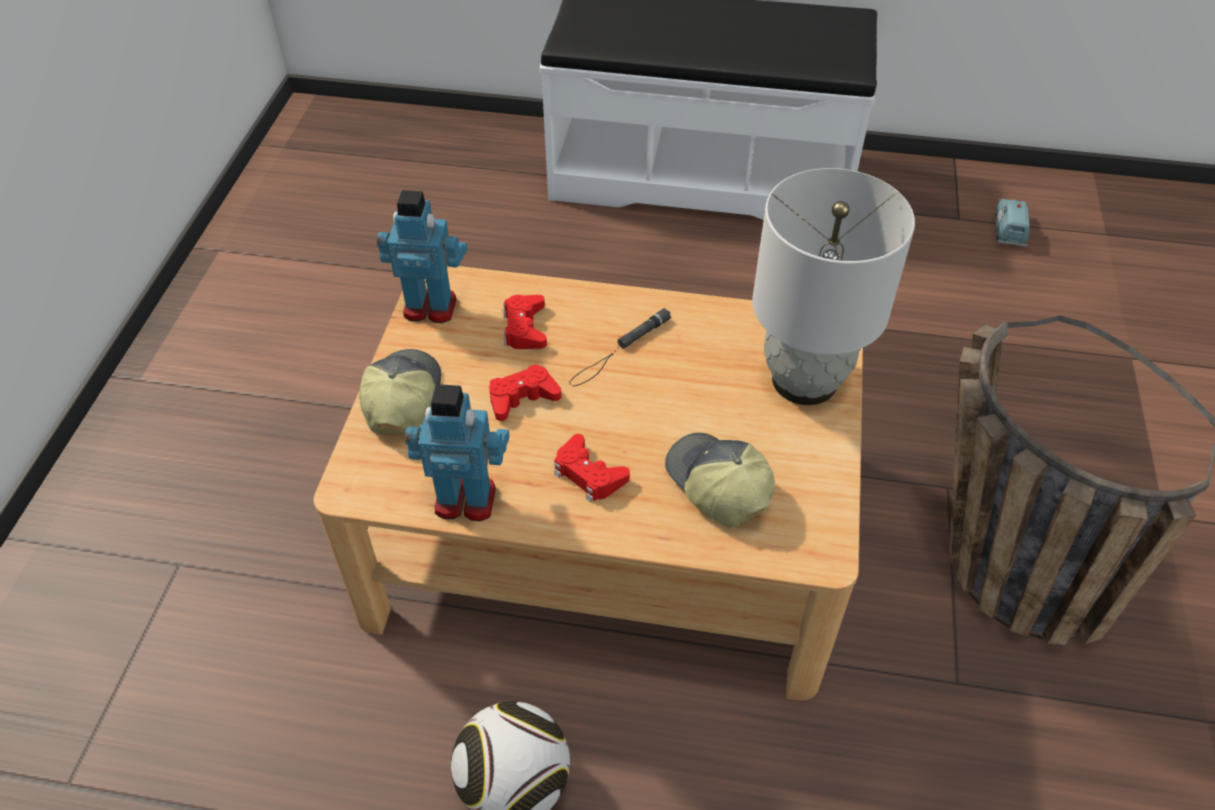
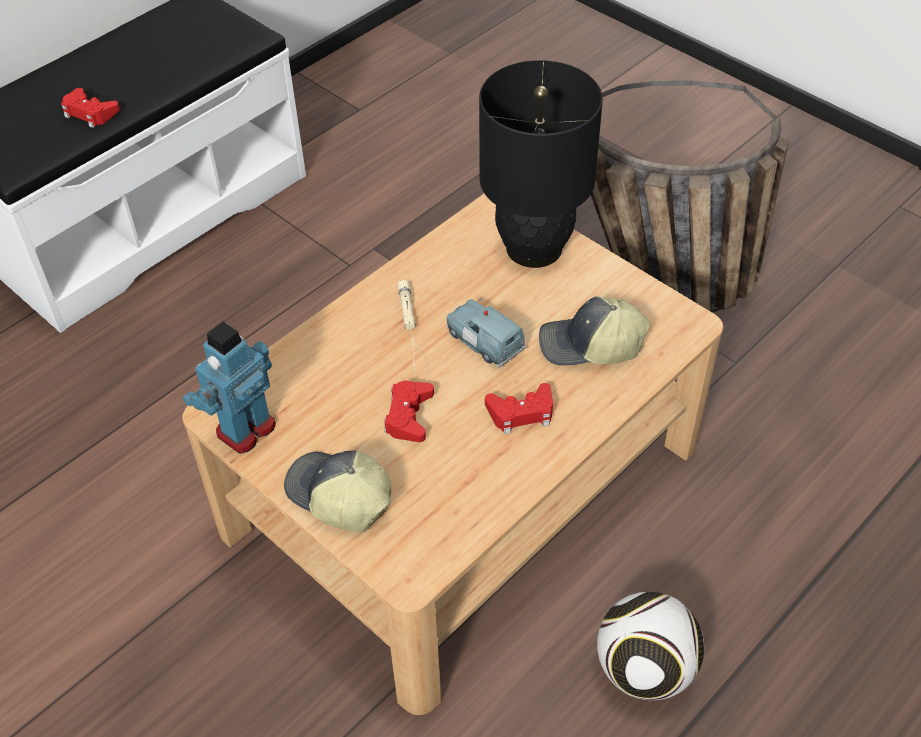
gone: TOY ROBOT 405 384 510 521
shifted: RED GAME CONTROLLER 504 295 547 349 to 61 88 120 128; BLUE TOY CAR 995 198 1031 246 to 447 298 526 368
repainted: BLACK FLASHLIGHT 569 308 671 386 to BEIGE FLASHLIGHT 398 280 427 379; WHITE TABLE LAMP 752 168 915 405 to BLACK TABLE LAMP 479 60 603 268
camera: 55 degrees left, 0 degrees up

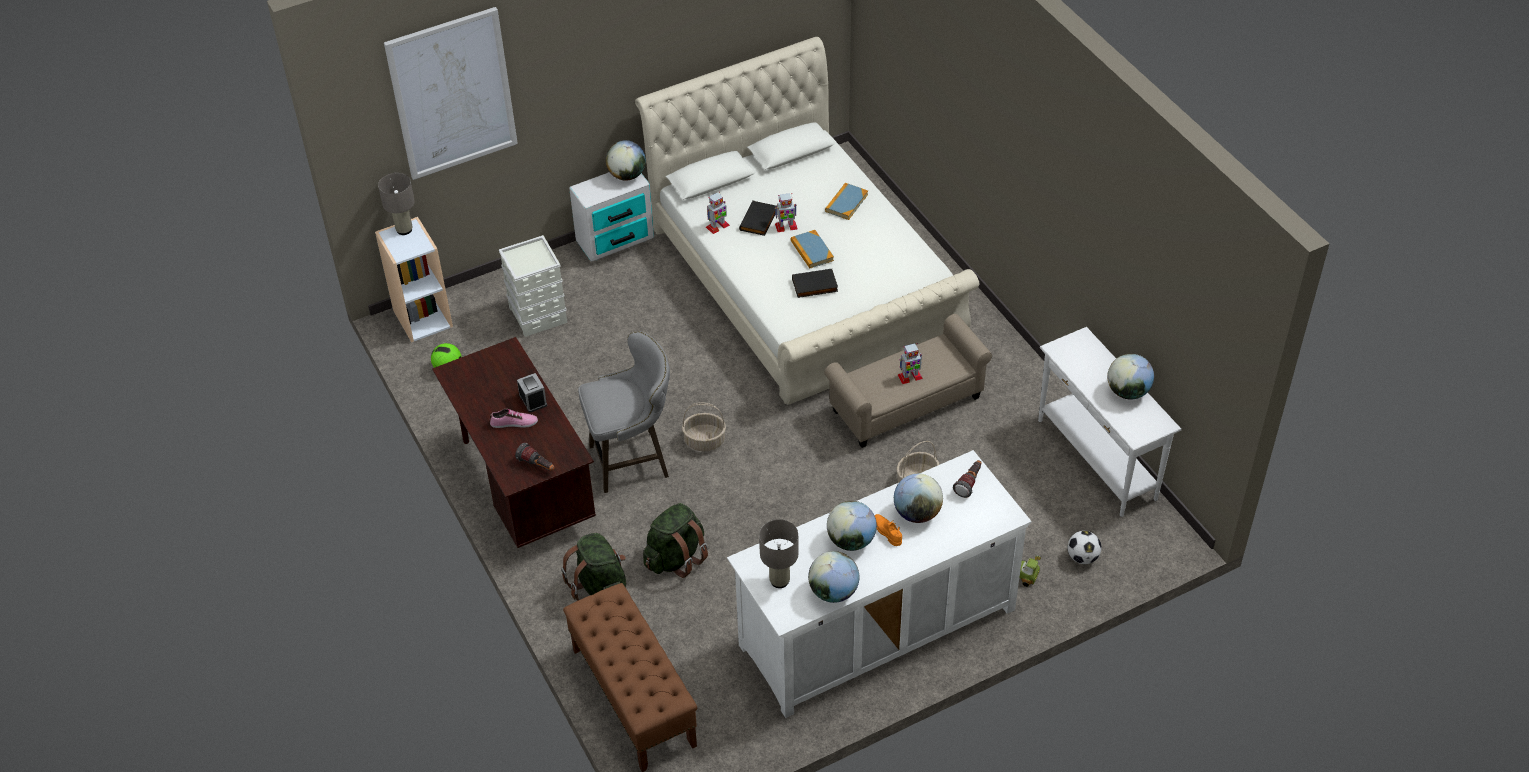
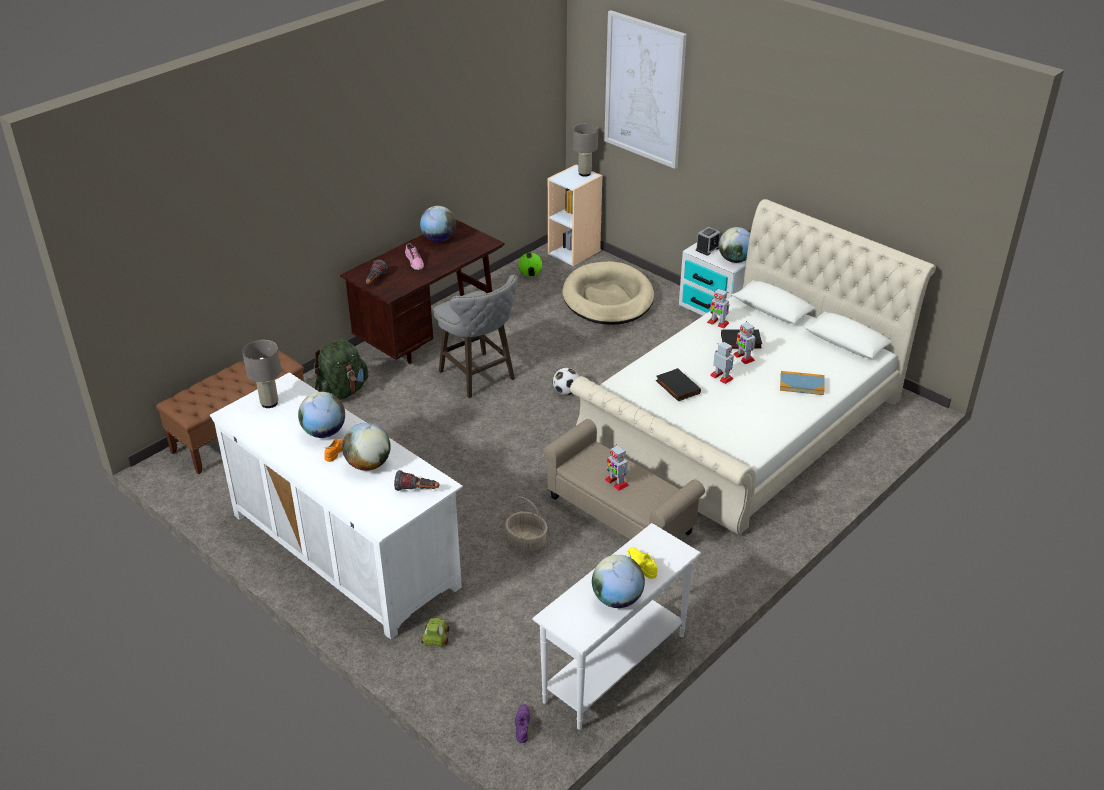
gone: GREEN BACKPACK 643 503 708 578; BASKET 682 402 726 451
new: PURPLE SHOE 515 704 530 743; YELLOW SHOE 628 547 657 579
shifted: ALARM CLOCK 517 373 547 413 to 696 227 721 256; GLOBE 808 551 860 603 to 420 206 456 242; FOOTBALL 1067 531 1102 564 to 553 368 579 395
swapped: GREY STORAGE BOX 499 235 567 337 to BEIGE DOG BED 562 261 654 325; BOOK 791 230 834 268 to TOY ROBOT 710 342 734 384
camera: 70 degrees right, 10 degrees down

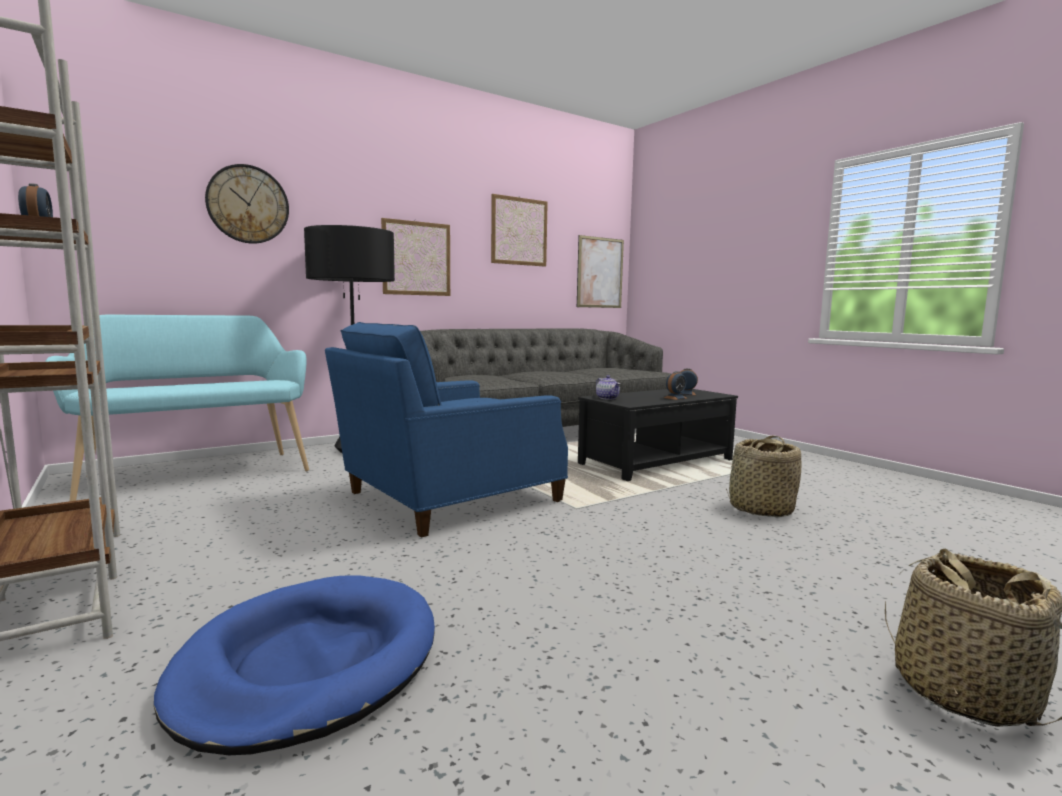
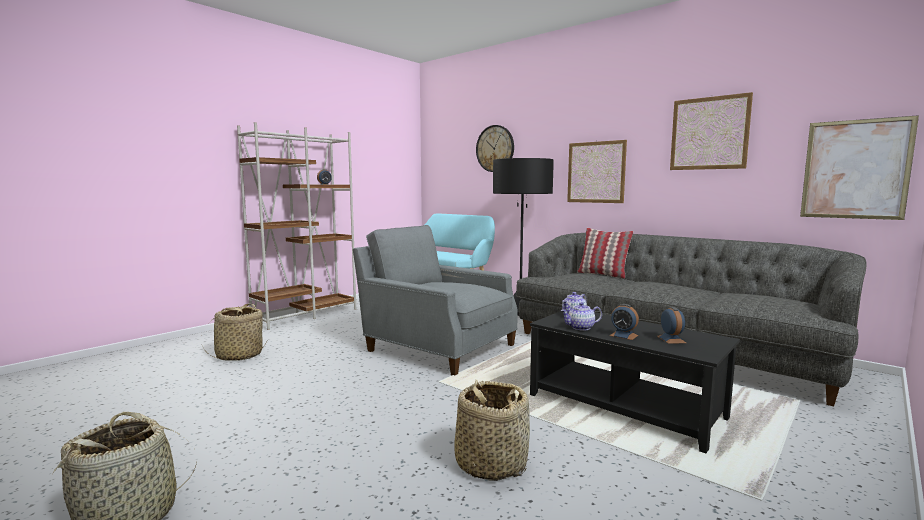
new: TEAPOT 561 302 602 330; PILLOW 577 228 633 279
swapped: BLUE DOG BED 154 575 435 755 to BASKET 204 304 267 361
repainted: BLUE ARMCHAIR 325 322 568 537 to GREY ARMCHAIR 353 225 518 375
camera: 75 degrees right, 0 degrees up

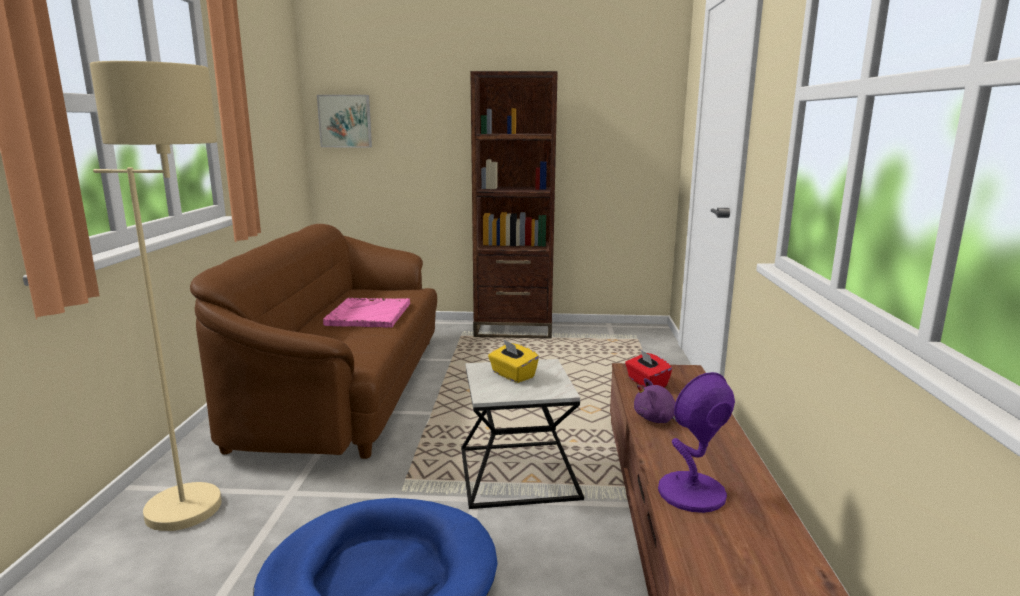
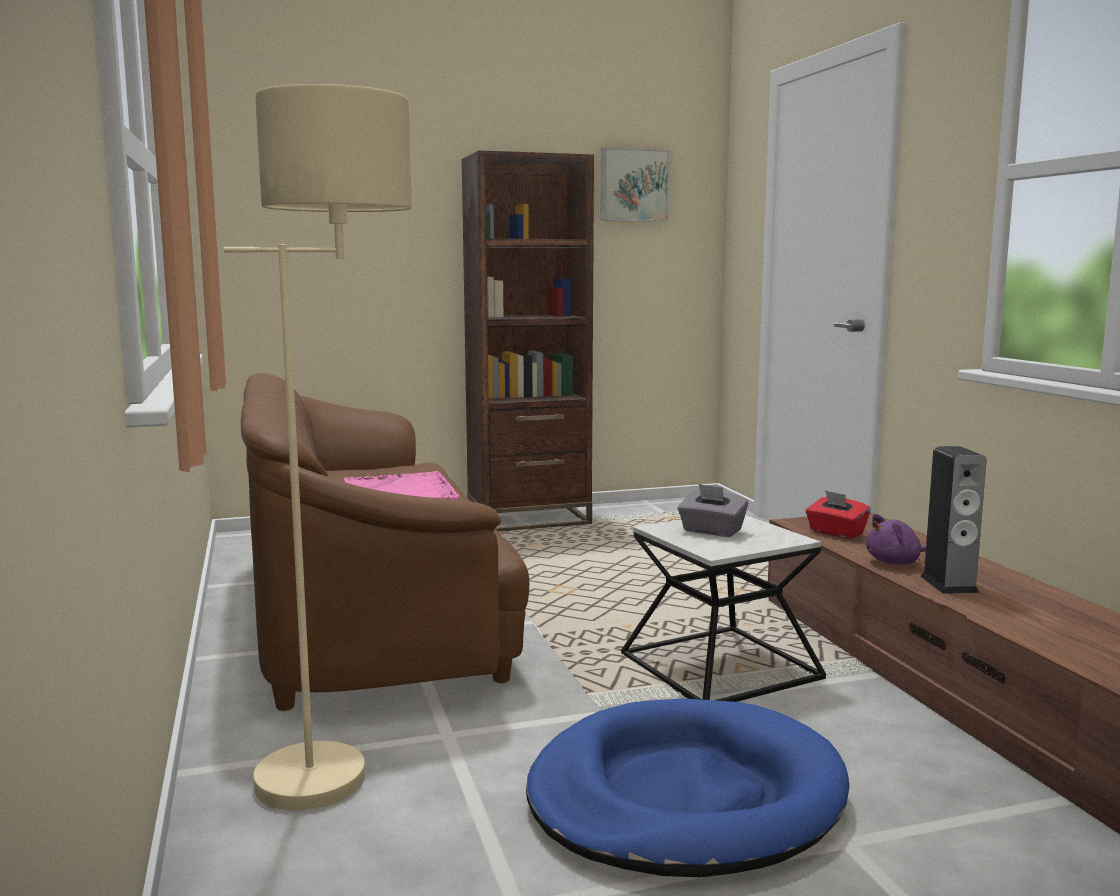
gone: PURPLE TABLE LAMP 658 372 735 513
new: SPEAKER 920 446 987 594
shifted: PICTURE 317 95 372 148 to 600 148 670 222
repainted: YELLOW TISSUE BOX 488 339 539 383 to GREY TISSUE BOX 678 484 748 537
camera: 20 degrees left, 5 degrees down

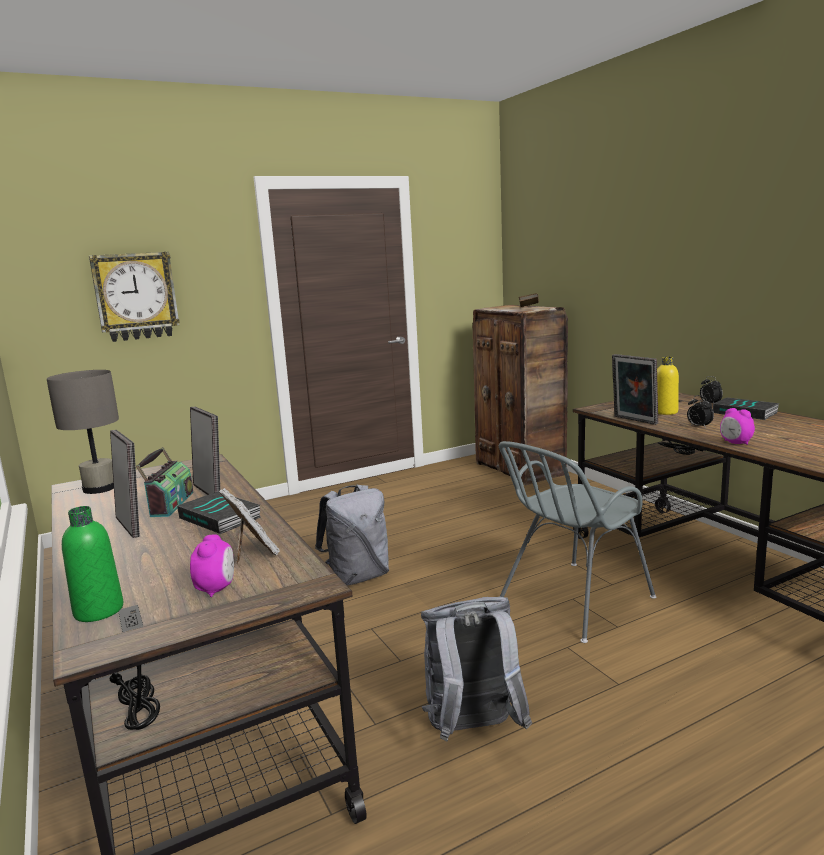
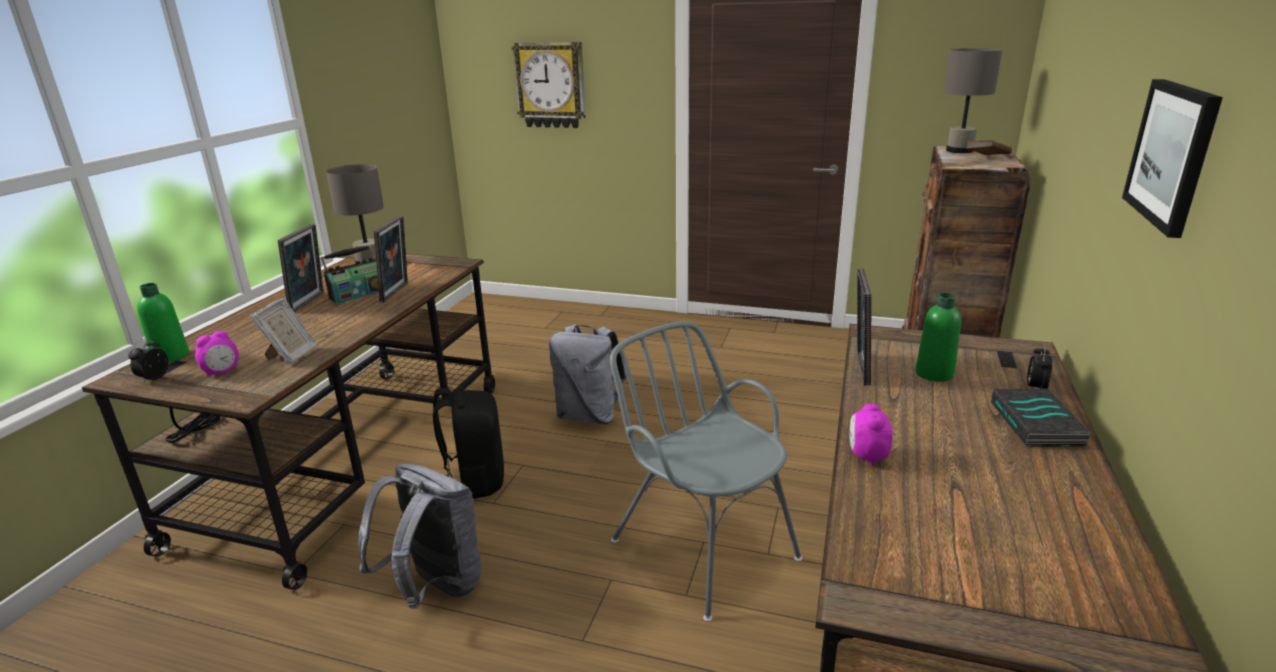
gone: BOOK 177 491 261 534
new: BLACK BACKPACK 433 388 504 499; GREY TABLE LAMP 944 48 1002 153; PICTURE 1122 79 1223 238
shifted: ALARM CLOCK 687 395 714 428 to 128 338 168 384
repainted: YELLOW BOTTLE 657 357 679 415 to GREEN BOTTLE 916 293 961 382
rotated: GREY CHAIR 499 441 657 643 = 610 321 802 621 45 degrees clockwise
camera: 45 degrees right, 10 degrees up

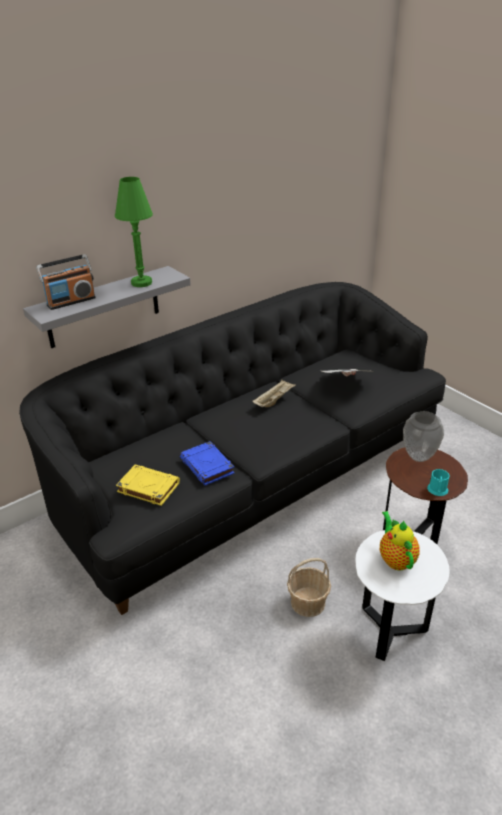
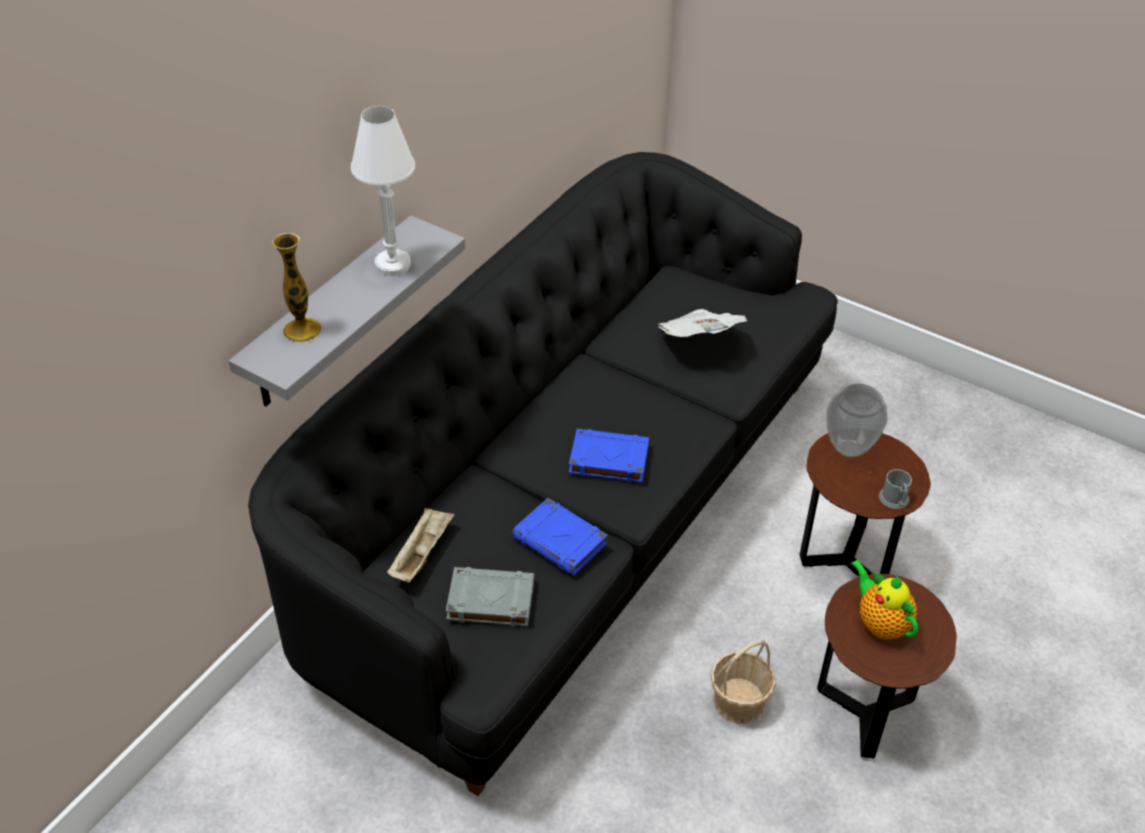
new: BLUE BOOK 569 429 649 482
shifted: BEIGE TRAY 252 379 296 407 to 387 508 454 583
swapped: RADIO 36 254 96 310 to VASE 272 233 322 342
repainted: GREEN TABLE LAMP 115 177 153 287 to WHITE TABLE LAMP 351 106 415 276; YELLOW BOOK 116 464 180 506 to GREY BOOK 446 567 534 626; WHITE SIDE TABLE 355 530 450 661 to BROWN SIDE TABLE 817 574 957 758; TURQUOISE MUG 427 469 449 496 to GREY MUG 879 469 912 509
camera: 20 degrees left, 10 degrees up

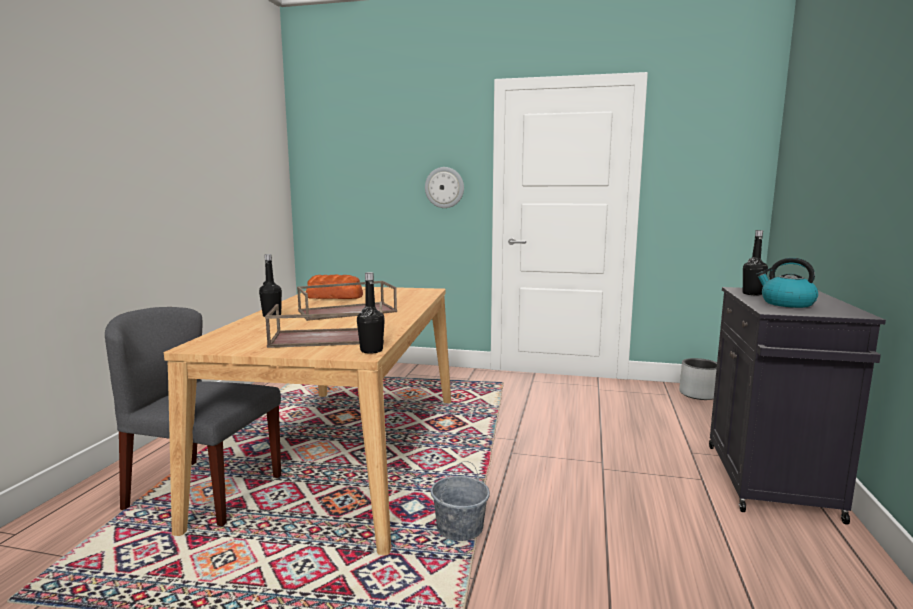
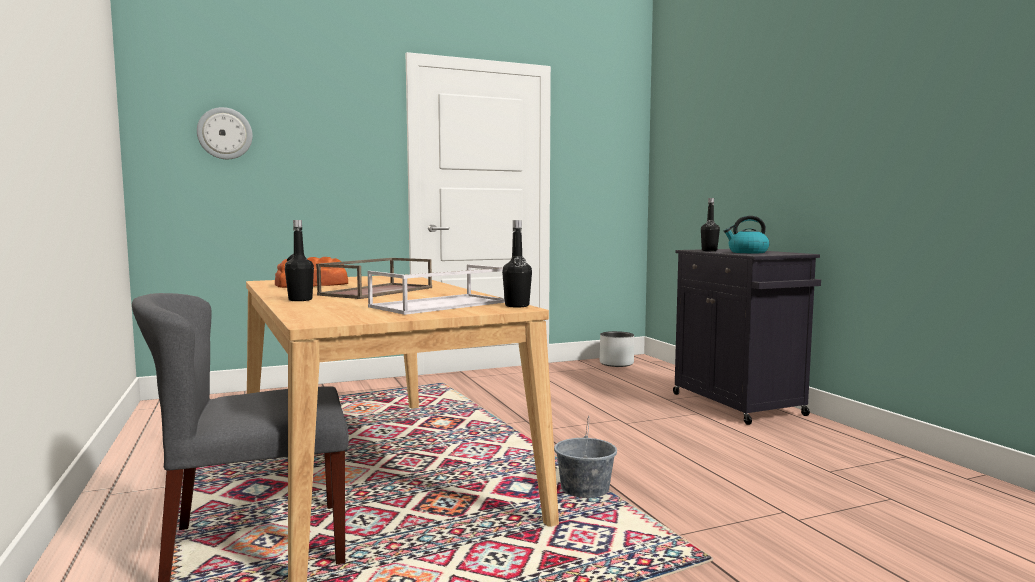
shifted: WALL CLOCK 425 167 464 208 to 197 107 253 159
repainted: BROWN TRAY 265 301 384 348 to WHITE TRAY 368 264 505 315
camera: 35 degrees left, 5 degrees down

